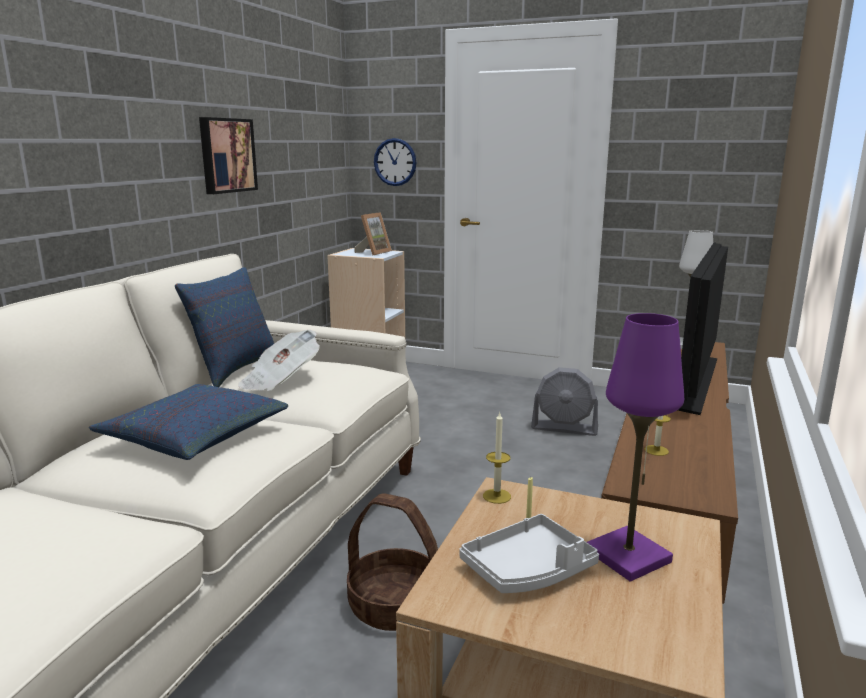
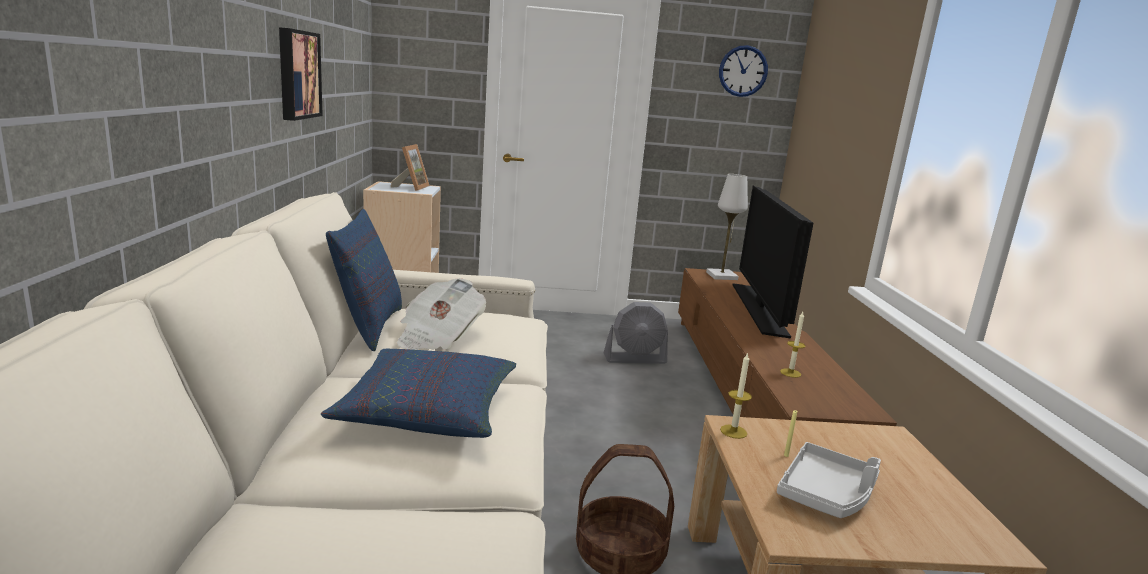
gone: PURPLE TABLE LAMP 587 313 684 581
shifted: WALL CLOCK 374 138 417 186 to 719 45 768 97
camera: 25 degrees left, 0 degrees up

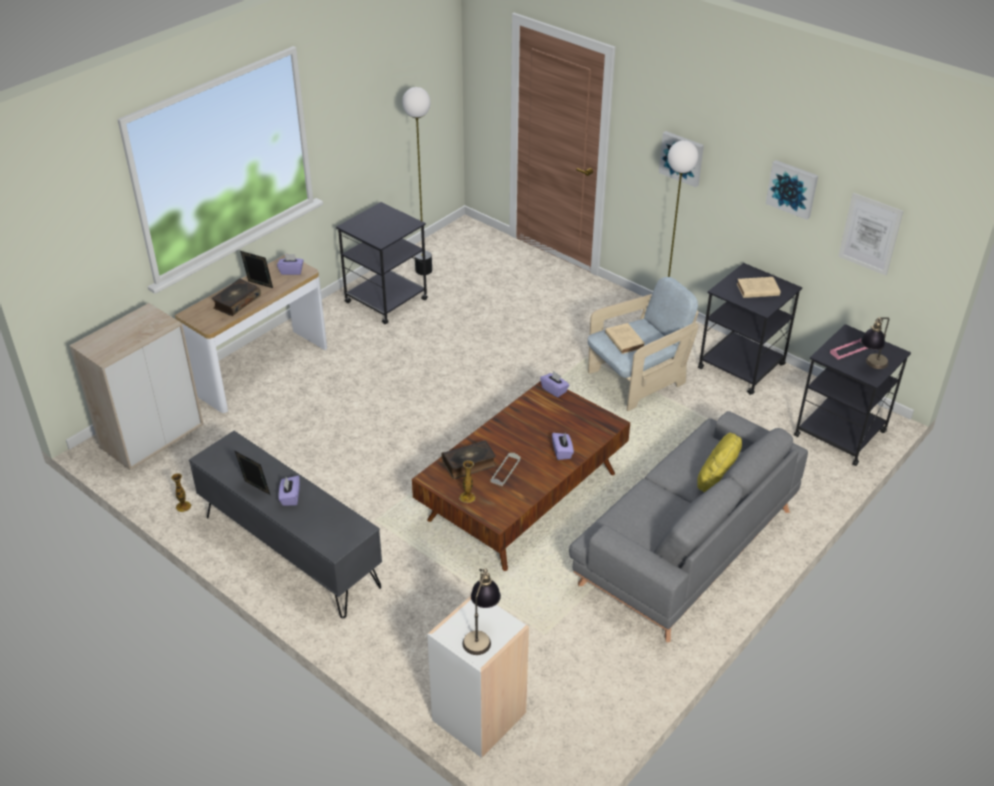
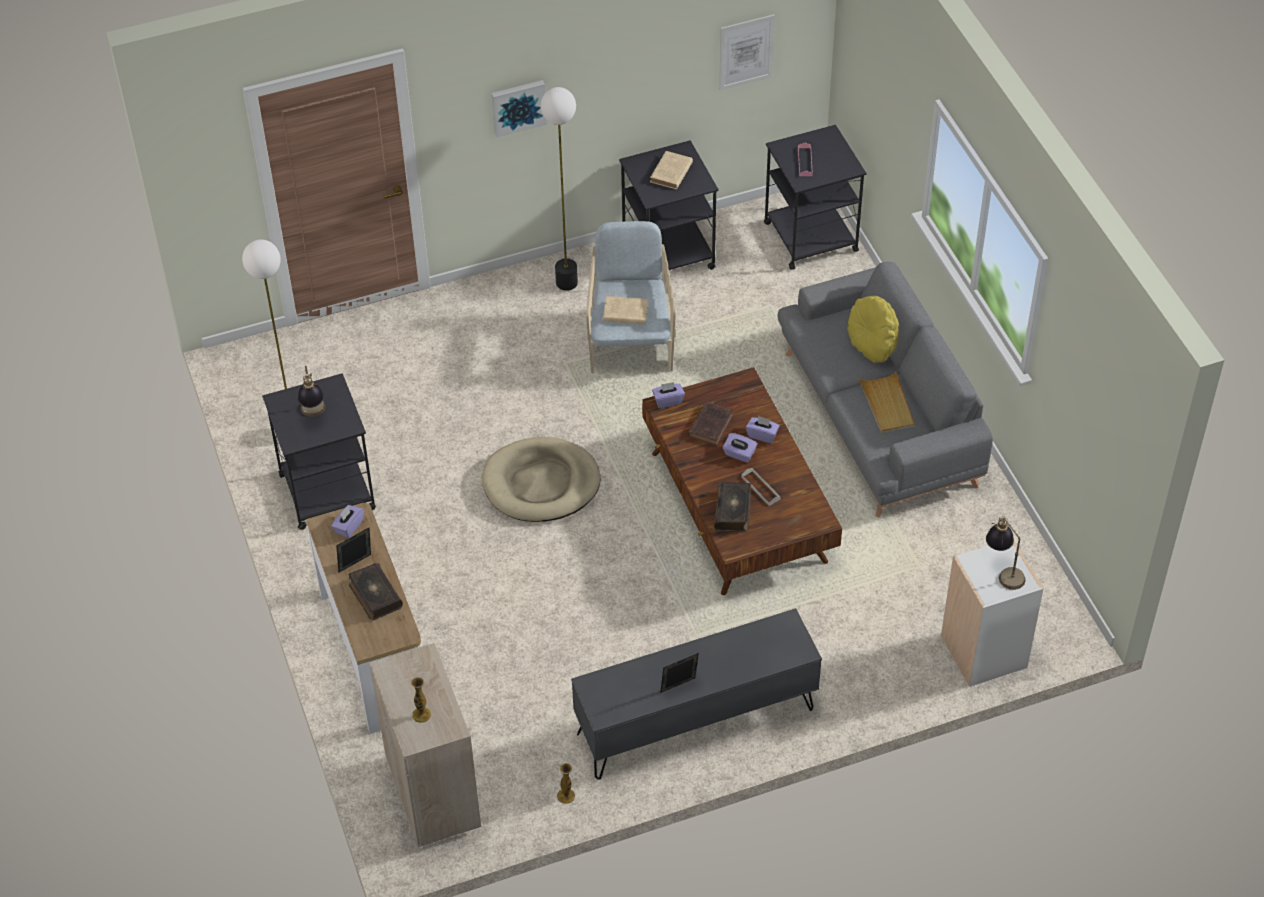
gone: PICTURE 766 160 818 220
new: BEIGE DOG BED 482 437 600 522; BROWN BOOK 688 401 734 446; BEIGE TRAY 858 372 915 433
shifted: PURPLE TISSUE BOX 278 476 300 506 to 722 433 757 463; VASE 459 460 475 503 to 411 677 431 723; TABLE LAMP 861 317 889 369 to 298 366 326 417
camera: 60 degrees left, 10 degrees up

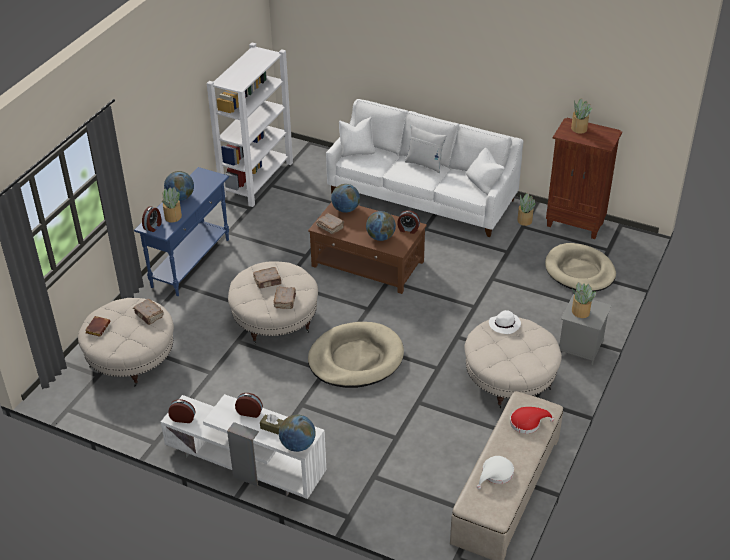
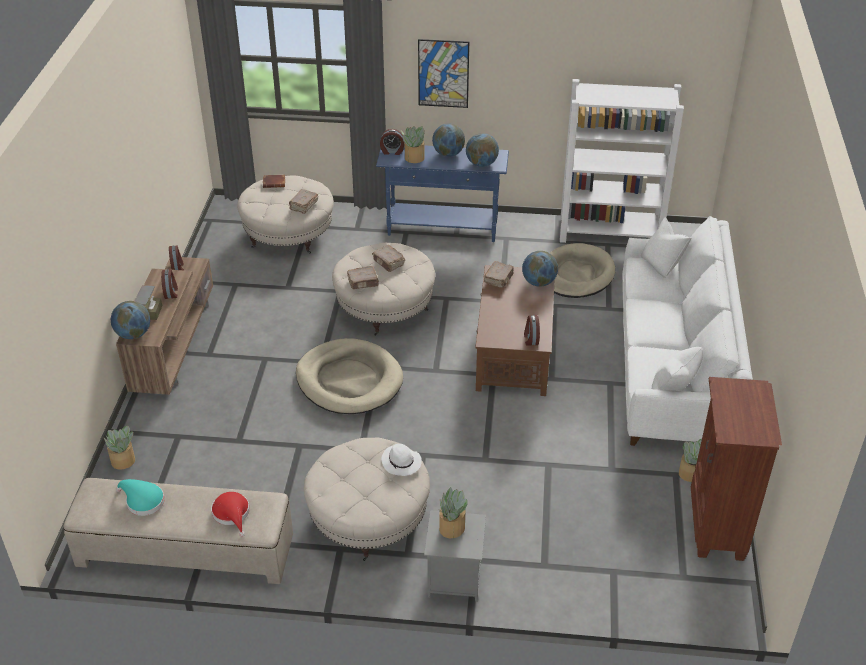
gone: GREY PILLOW 405 125 446 173
new: PICTURE 418 39 469 108
shifted: GLOBE 366 211 396 241 to 466 133 499 167; BEIGE DOG BED 545 243 616 292 to 550 243 615 298; POTTED PLANT 571 98 592 134 to 104 426 135 470
repainted: WHITE TV STAND 161 394 326 499 to BROWN TV STAND 116 257 213 395; WHITE HAT 477 456 514 489 to TURQUOISE HAT 116 479 165 516
camera: 70 degrees right, 0 degrees up

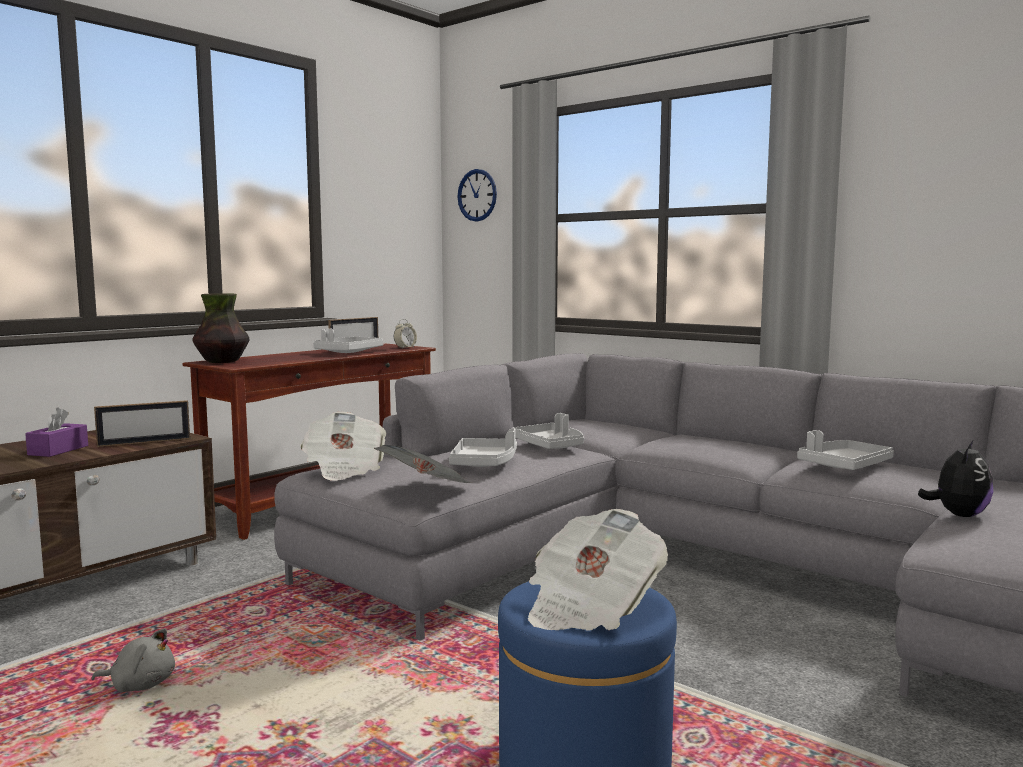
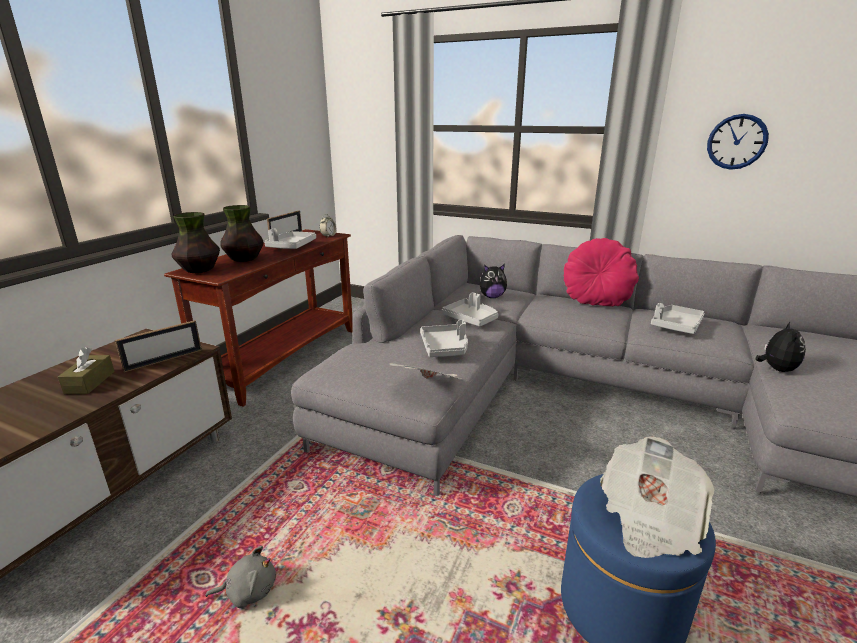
gone: NEWSPAPER 300 412 386 481
new: VASE 220 205 263 262; PLUSH TOY 480 264 507 298; PINK PILLOW 564 238 639 306
shifted: WALL CLOCK 457 169 497 222 to 707 114 769 170
repainted: PURPLE TISSUE BOX 25 407 88 457 to BROWN TISSUE BOX 58 347 115 394
camera: 15 degrees left, 15 degrees up

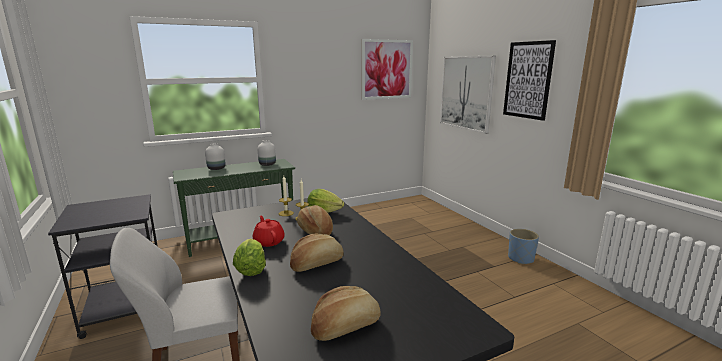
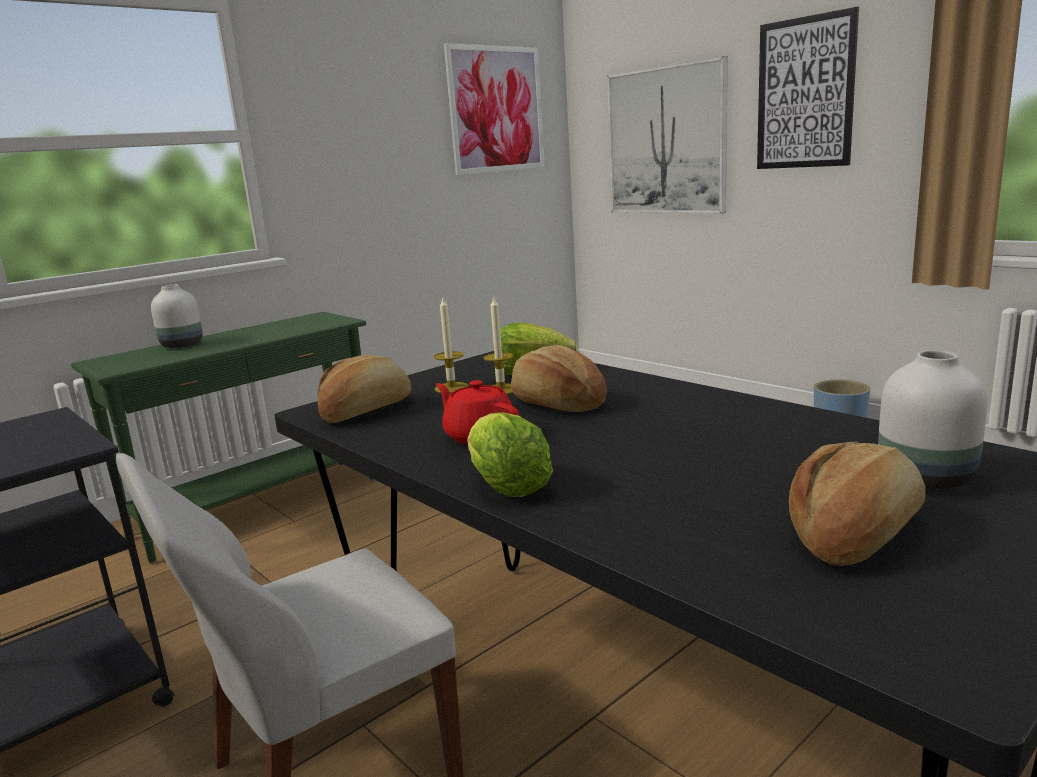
shifted: WHITE VASE 258 140 276 166 to 878 350 988 490; BREAD 290 234 344 272 to 317 355 411 423
camera: 15 degrees left, 0 degrees up

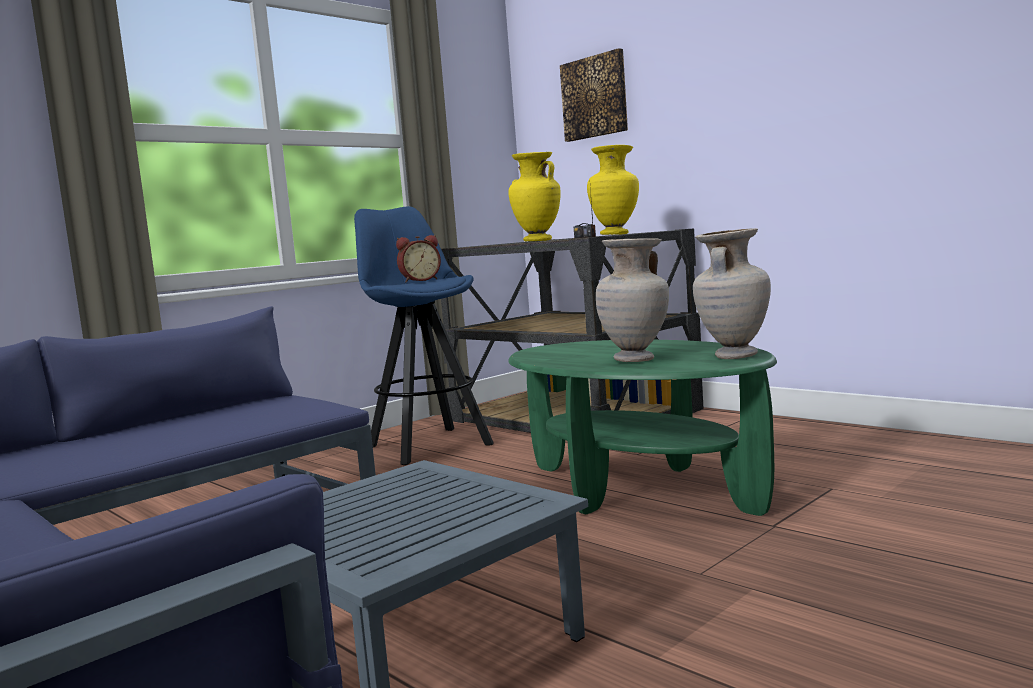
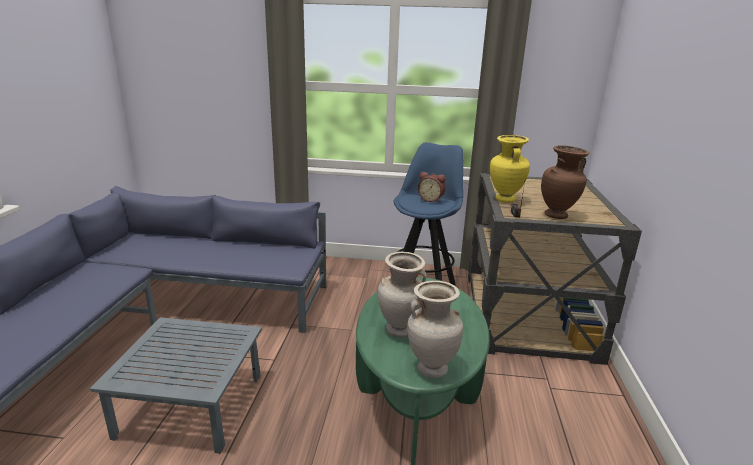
gone: PICTURE 560 48 628 142
repainted: YELLOW VASE 587 145 639 235 to BROWN VASE 541 145 589 219
camera: 50 degrees right, 15 degrees up

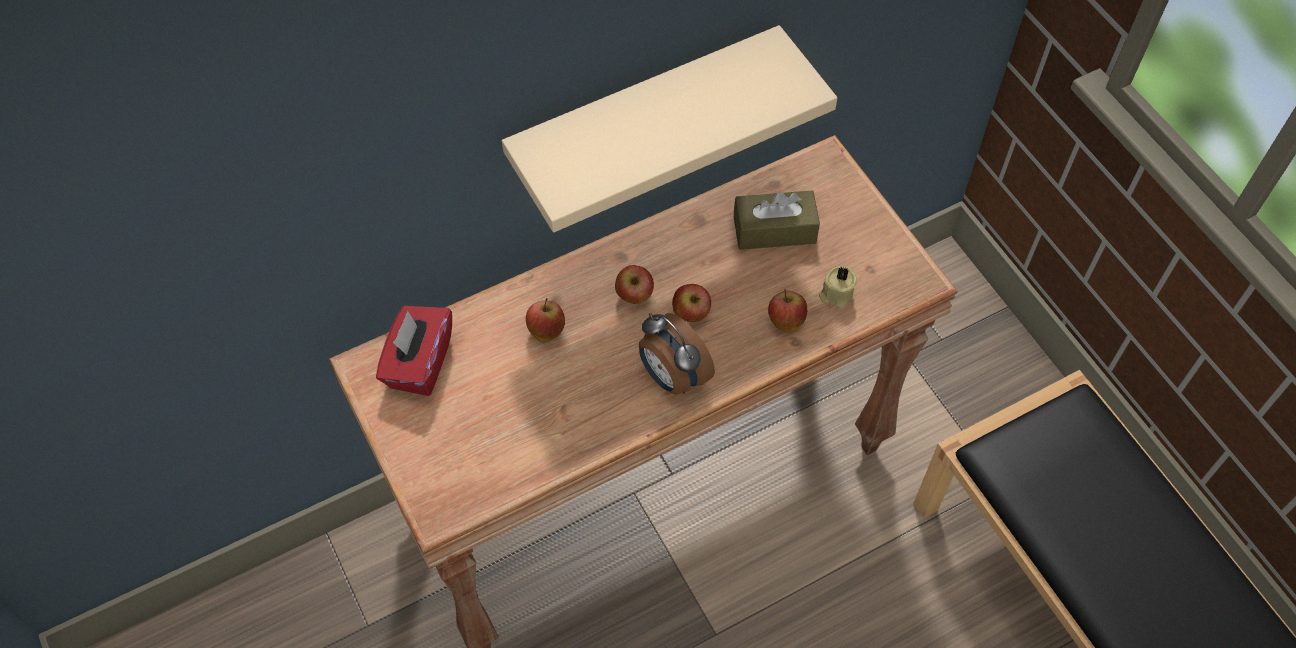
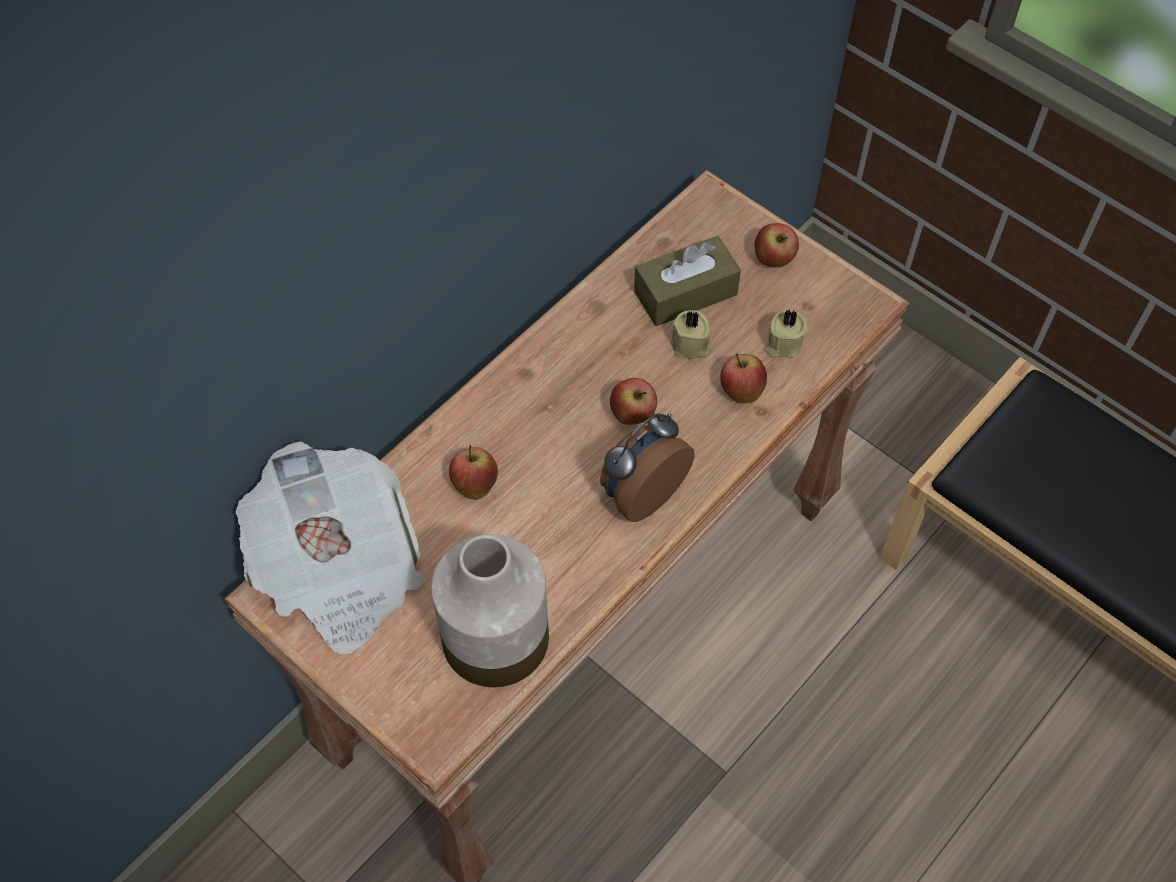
gone: BEIGE SHELF 502 25 837 232
new: BEIGE VASE 431 534 549 687; BEIGE CANDLE 670 310 712 359
shifted: APPLE 615 265 654 304 to 755 223 799 268
swapped: RED TISSUE BOX 376 306 452 396 to NEWSPAPER 236 441 424 654
rotated: ALARM CLOCK 639 313 715 395 = 600 413 695 522 105 degrees clockwise
camera: 20 degrees left, 0 degrees up

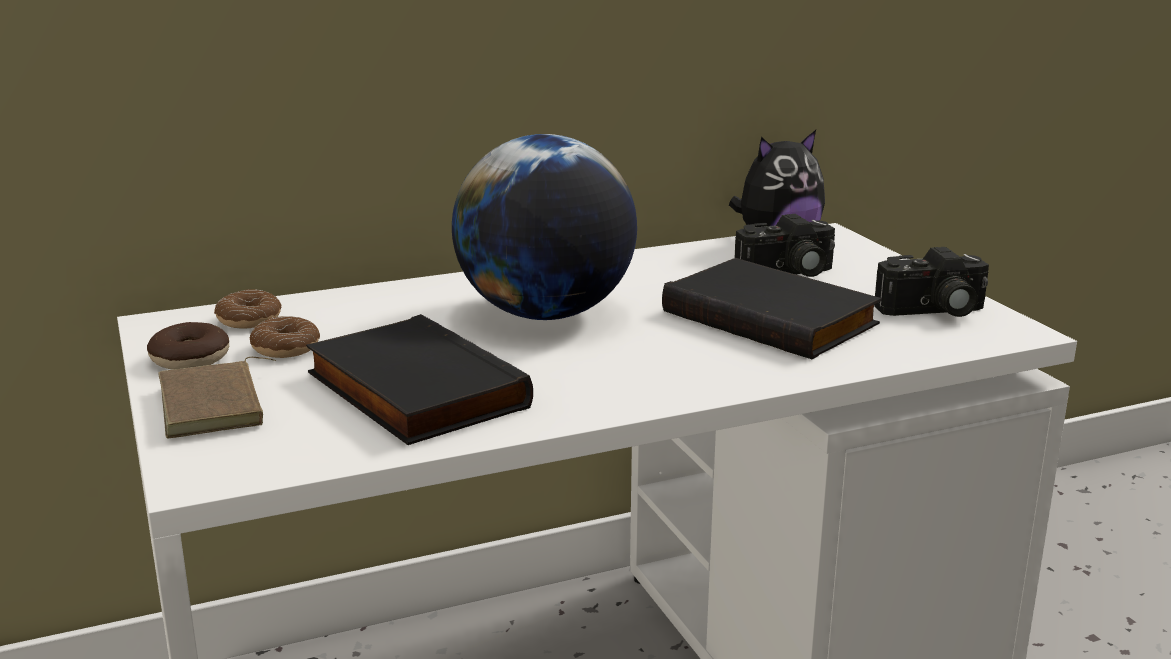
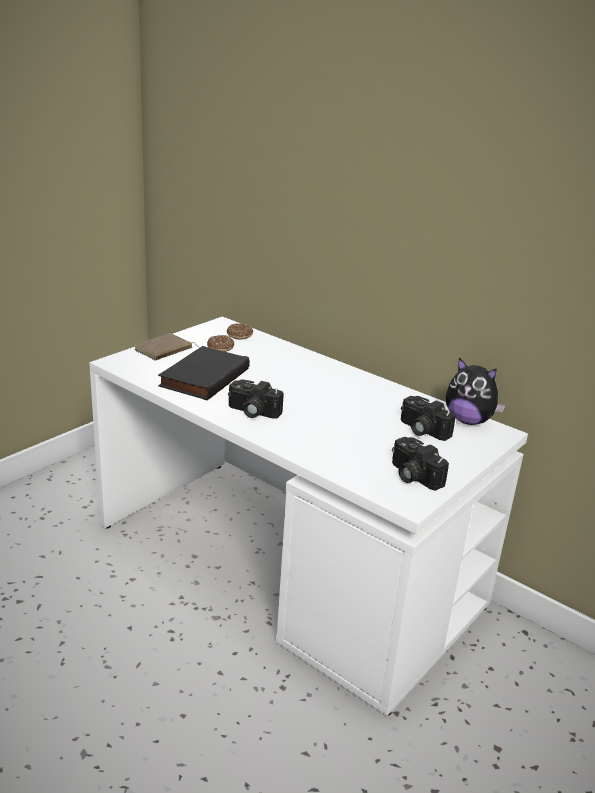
gone: DONUT 147 322 229 370; GLOBE 452 134 637 320; BLACK BOOK 662 258 882 359
new: PHOTO CAMERA 228 379 284 419
camera: 60 degrees right, 5 degrees up

